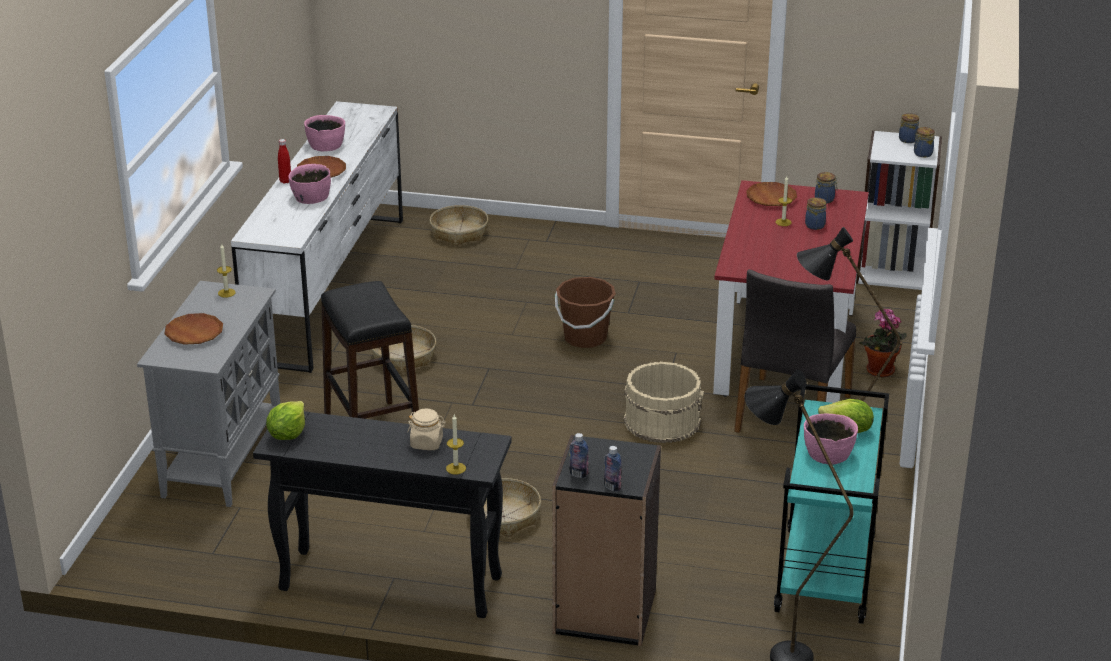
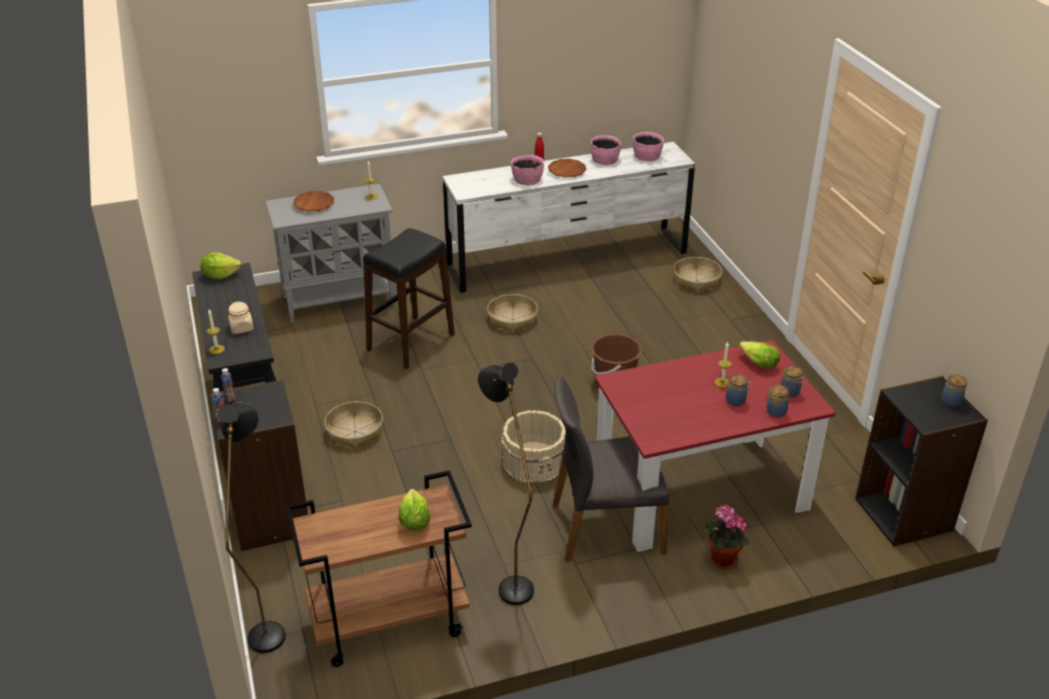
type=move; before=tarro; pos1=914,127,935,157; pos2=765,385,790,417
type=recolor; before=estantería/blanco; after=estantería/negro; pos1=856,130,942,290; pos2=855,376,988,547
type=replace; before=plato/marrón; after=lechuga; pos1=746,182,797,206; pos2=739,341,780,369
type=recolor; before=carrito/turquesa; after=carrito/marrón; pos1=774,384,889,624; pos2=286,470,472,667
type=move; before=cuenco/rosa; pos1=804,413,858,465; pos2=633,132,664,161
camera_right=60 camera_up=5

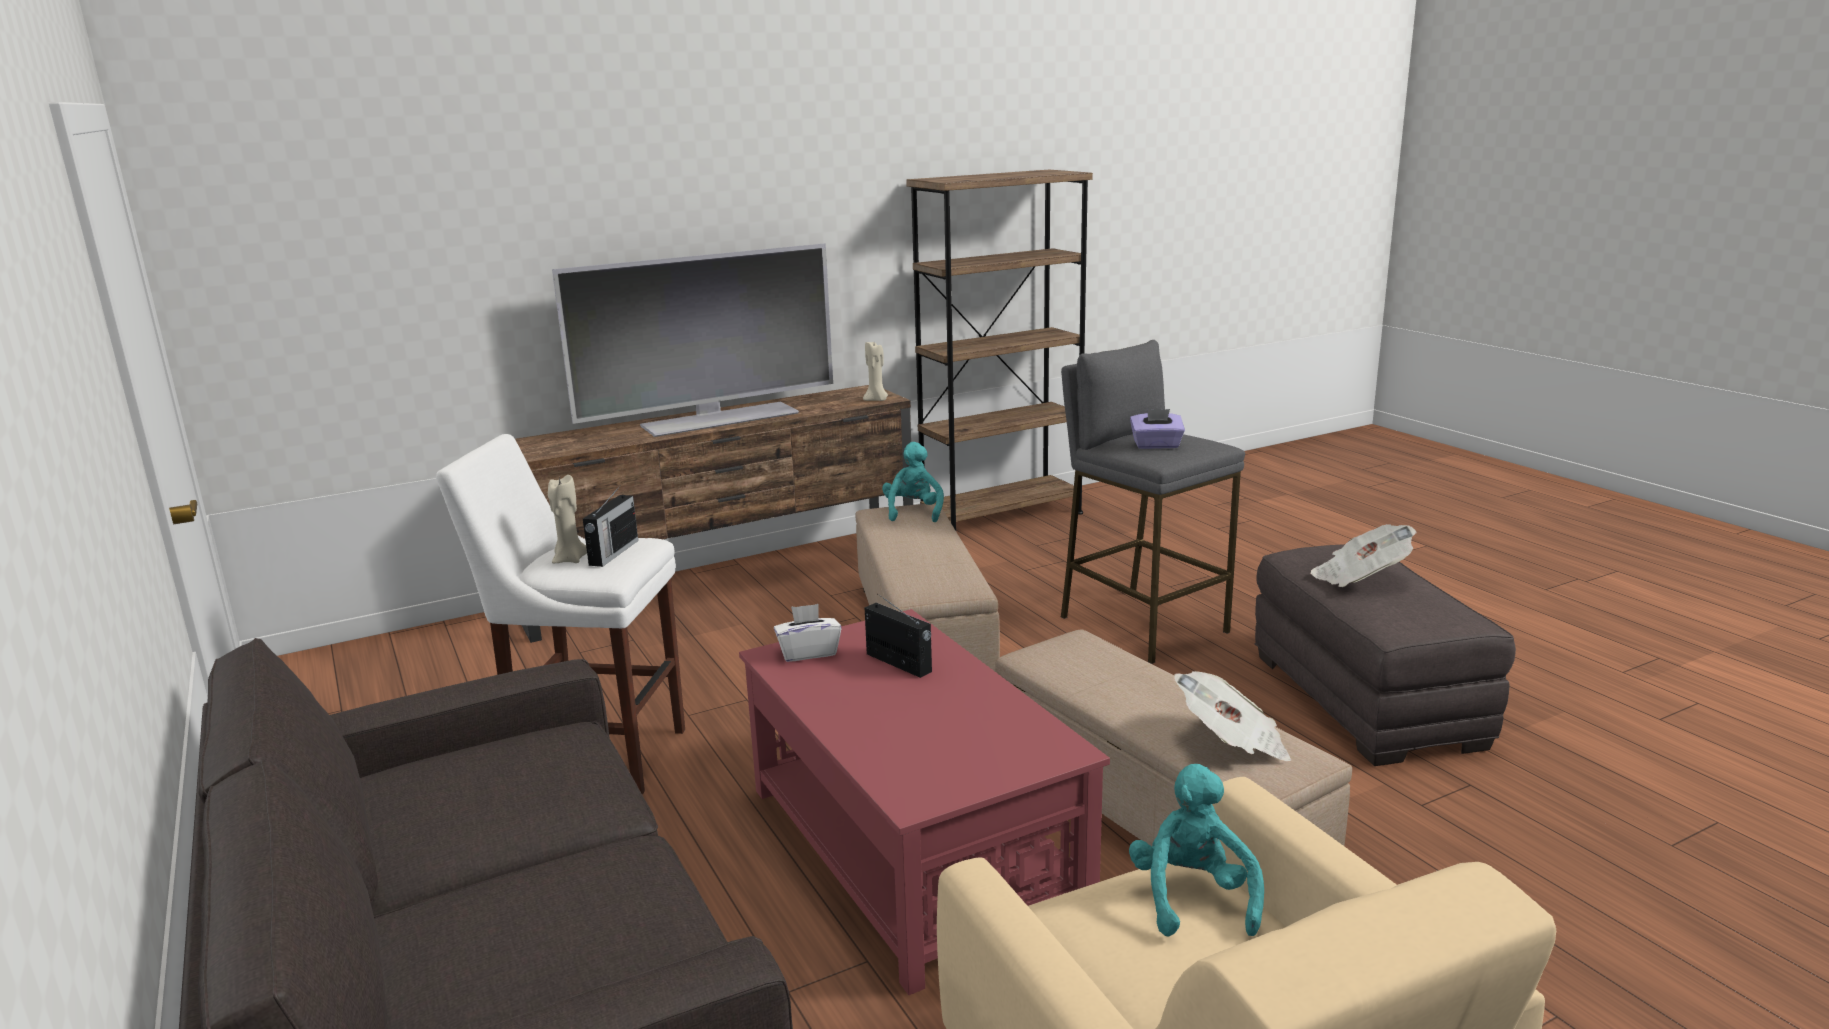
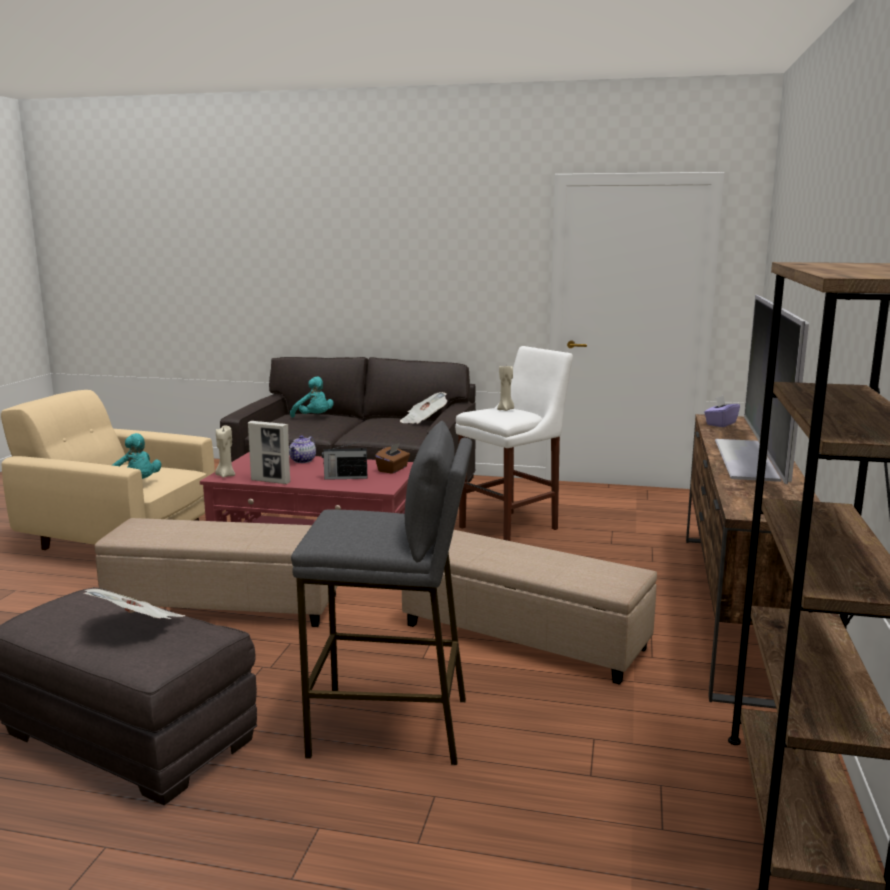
type=move; before=vela/beis; pos1=863,342,888,401; pos2=215,425,235,478
type=move; before=caja de pañuelos/morado; pos1=1130,409,1185,449; pos2=704,395,740,427
type=move; before=peluche/turquesa; pos1=882,442,944,522; pos2=290,376,333,418
type=delete; before=radio; pos1=583,485,638,567
type=recolor; before=caja de pañuelos/blanco; after=caja de pañuelos/marrón; pos1=774,604,841,662; pos2=375,443,410,474
type=move; before=periódico; pos1=1174,671,1291,761; pos2=400,392,447,424
type=insert; after=portarretratos; pos2=248,421,290,484
type=insert; after=tetera; pos2=289,435,316,463
camera_right=130 camera_up=-5

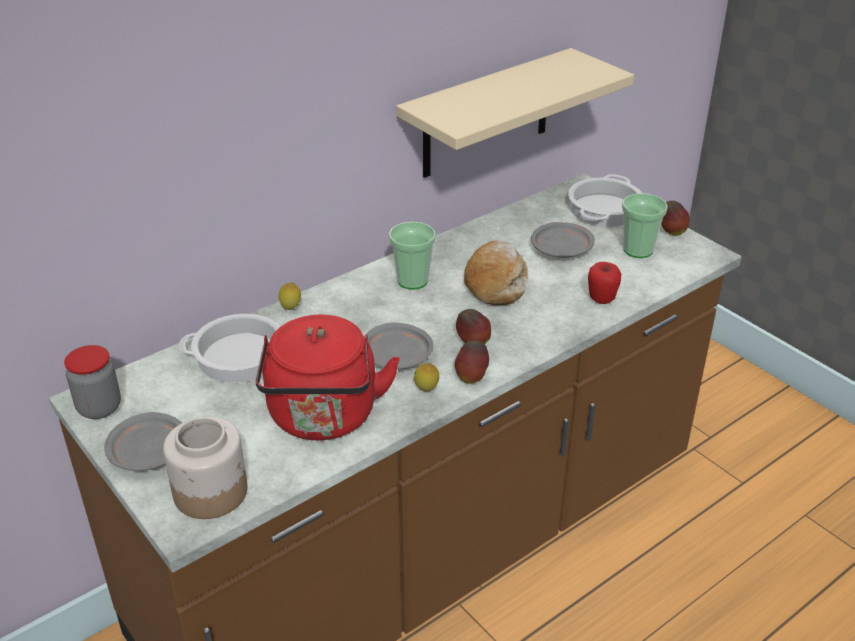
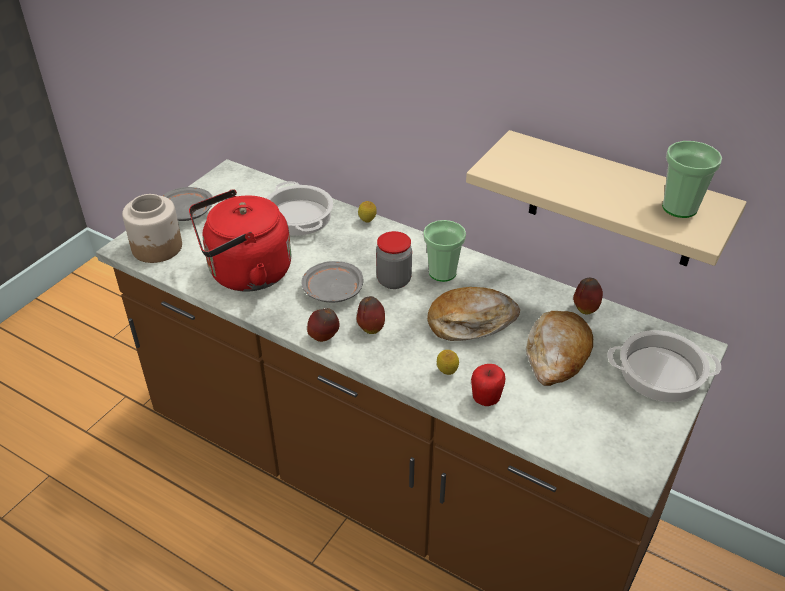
type=move; before=taza; pos1=622,193,668,258; pos2=662,141,722,218
type=move; before=manzana; pos1=661,201,690,236; pos2=573,278,603,315
type=replace; before=plato/gris; after=pan; pos1=531,222,595,258; pos2=526,311,593,386
type=move; before=tarro; pos1=64,345,121,419; pos2=376,231,412,289
type=move; before=limón; pos1=414,363,439,392; pos2=437,350,459,375
camera_right=70 camera_up=5

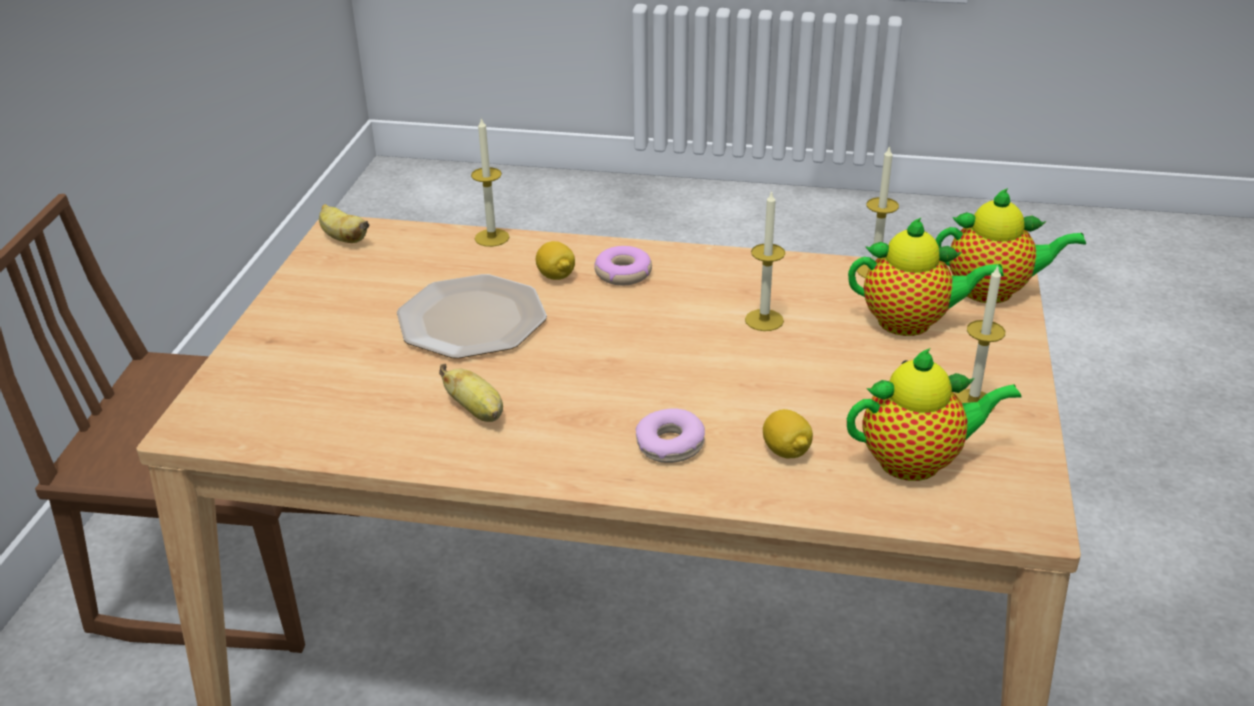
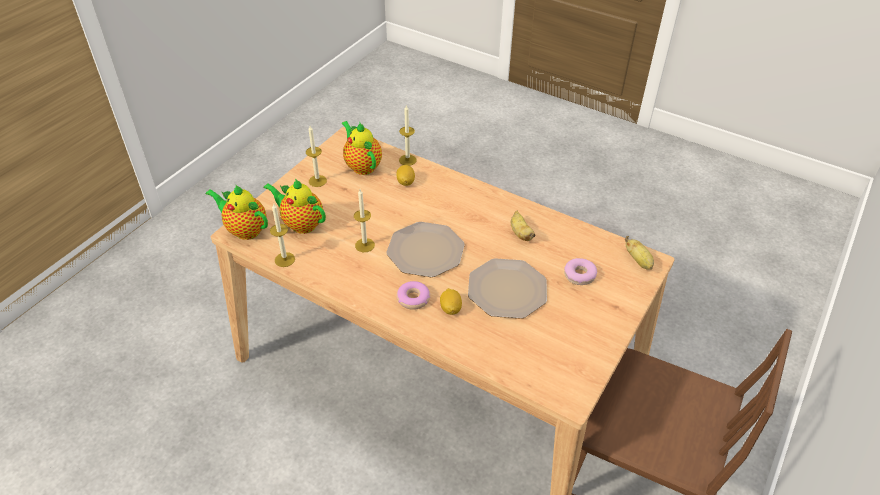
type=move; before=vela; pos1=471,117,509,247; pos2=399,106,417,166
type=move; before=plátano; pos1=319,204,369,243; pos2=625,236,654,270
type=rotate; before=tetera; pos1=847,348,1022,481; pos2=342,121,382,175; turn=45
type=move; before=rosquilla; pos1=636,408,705,463; pos2=564,258,597,285
type=insert; after=plato; pos2=386,222,465,277
camera_right=-160 camera_up=10

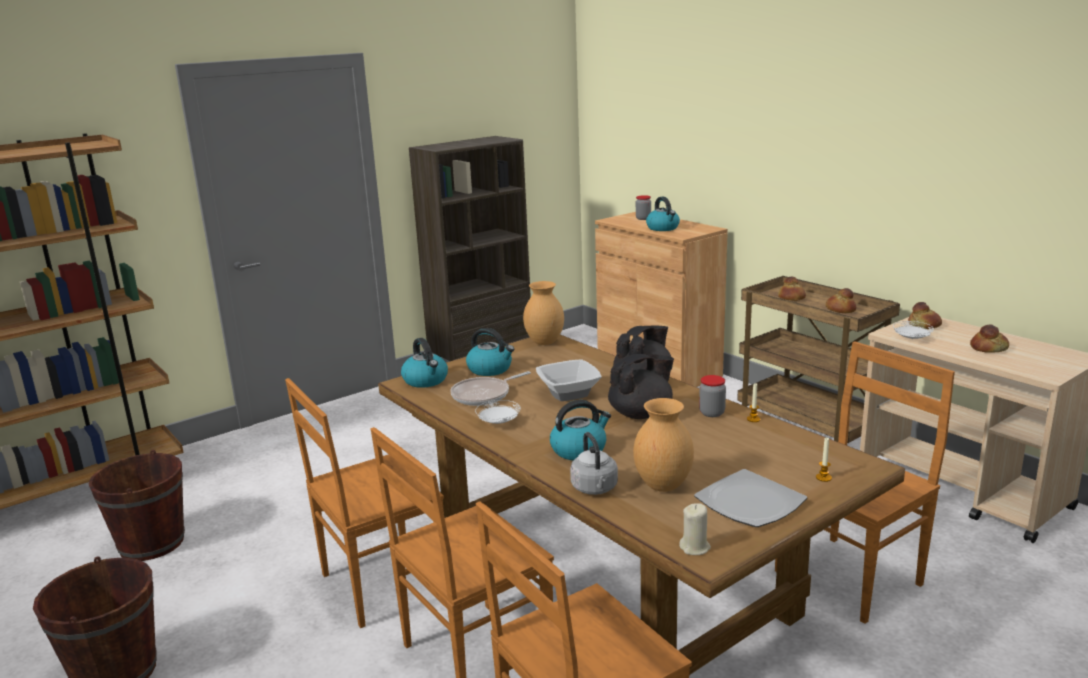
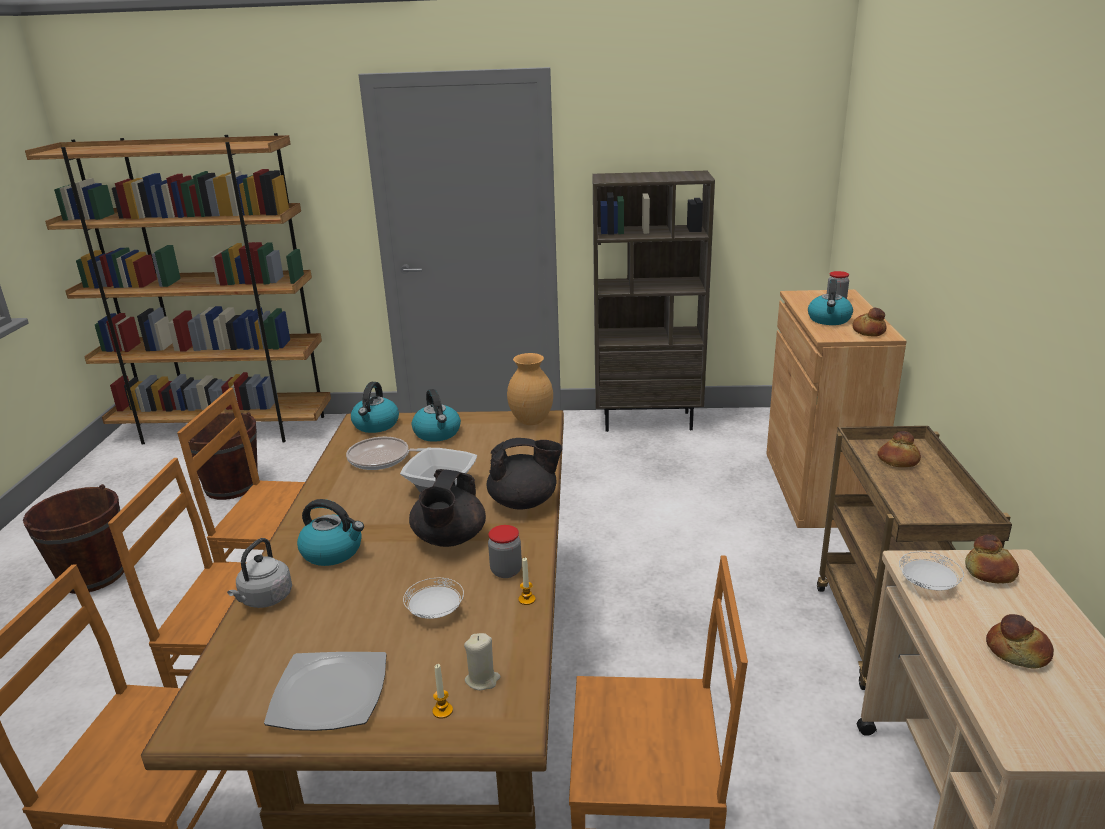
type=move; before=pan; pos1=826,288,856,313; pos2=852,308,887,336
type=rotate; before=tetera/negro; pos1=608,354,674,419; pos2=409,469,486,547; turn=90
type=delete; before=florero/marrón; pos1=633,398,694,492
type=move; before=plato/blanco; pos1=475,400,521,424; pos2=403,578,464,619
type=move; before=vela/beis; pos1=679,503,711,555; pos2=464,633,501,690
camera_right=40 camera_up=5

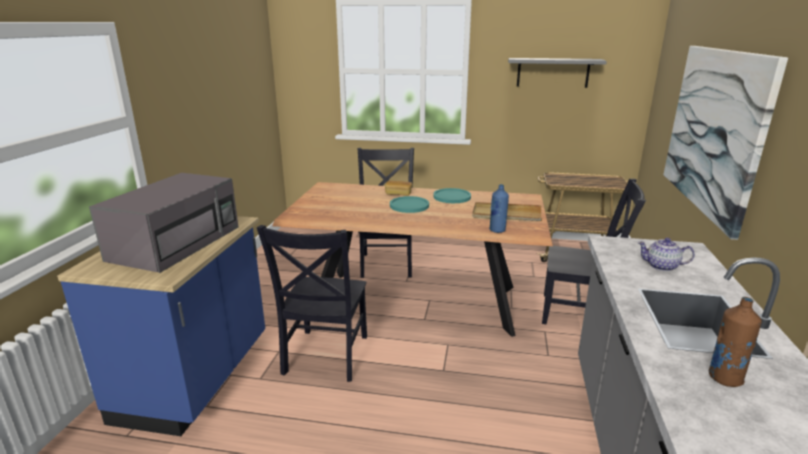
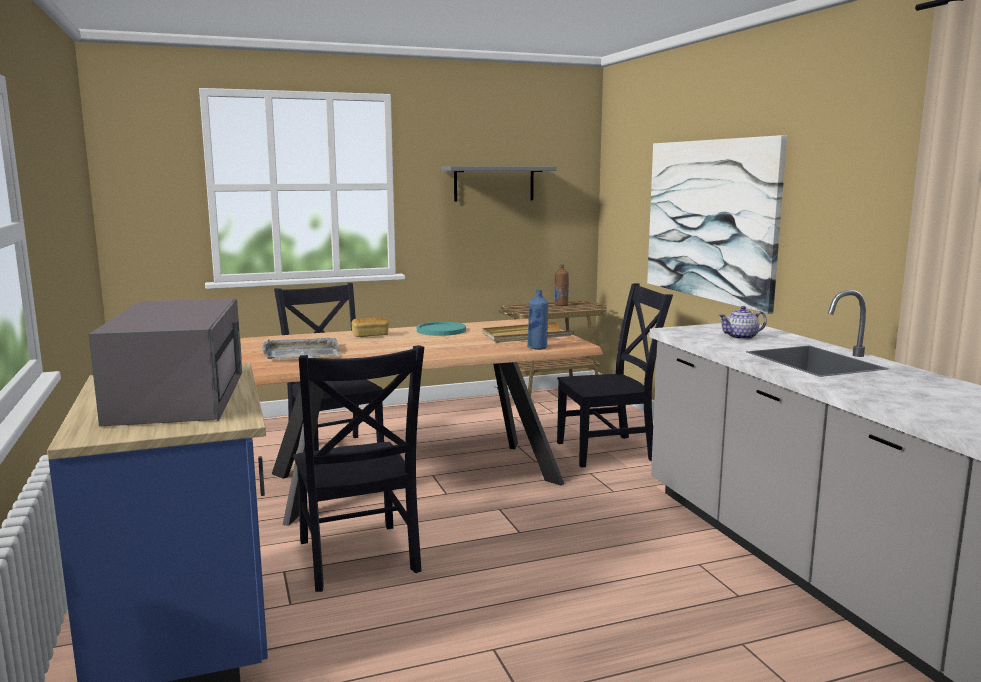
type=delete; before=plato/turquesa; pos1=390,196,429,213
type=move; before=botella/marrón; pos1=709,297,762,387; pos2=555,264,569,306
type=insert; after=bandeja/gris; pos2=262,338,340,359
camera_right=-30 camera_up=-10

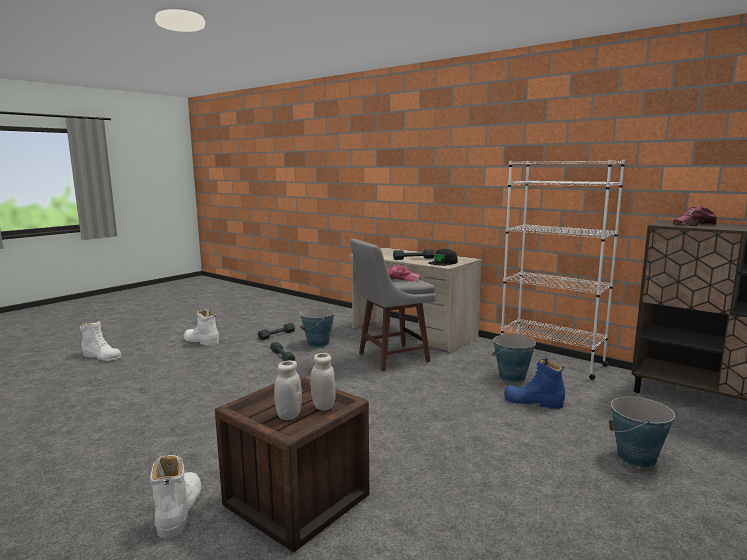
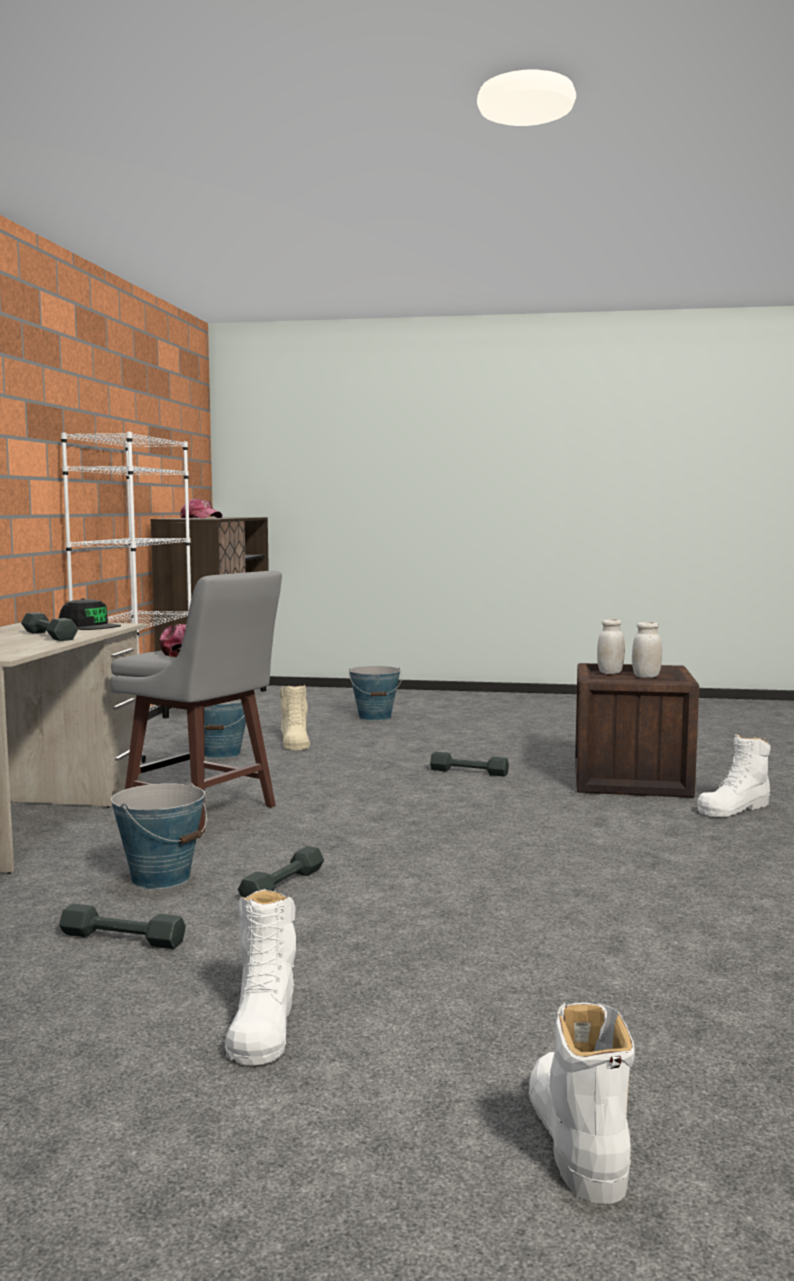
type=recolor; before=bota/azul; after=bota/beis; pos1=504,359,565,409; pos2=279,685,310,750
type=insert; after=mancuerna/gris; pos2=430,752,509,776
camera_right=-120 camera_up=-5

